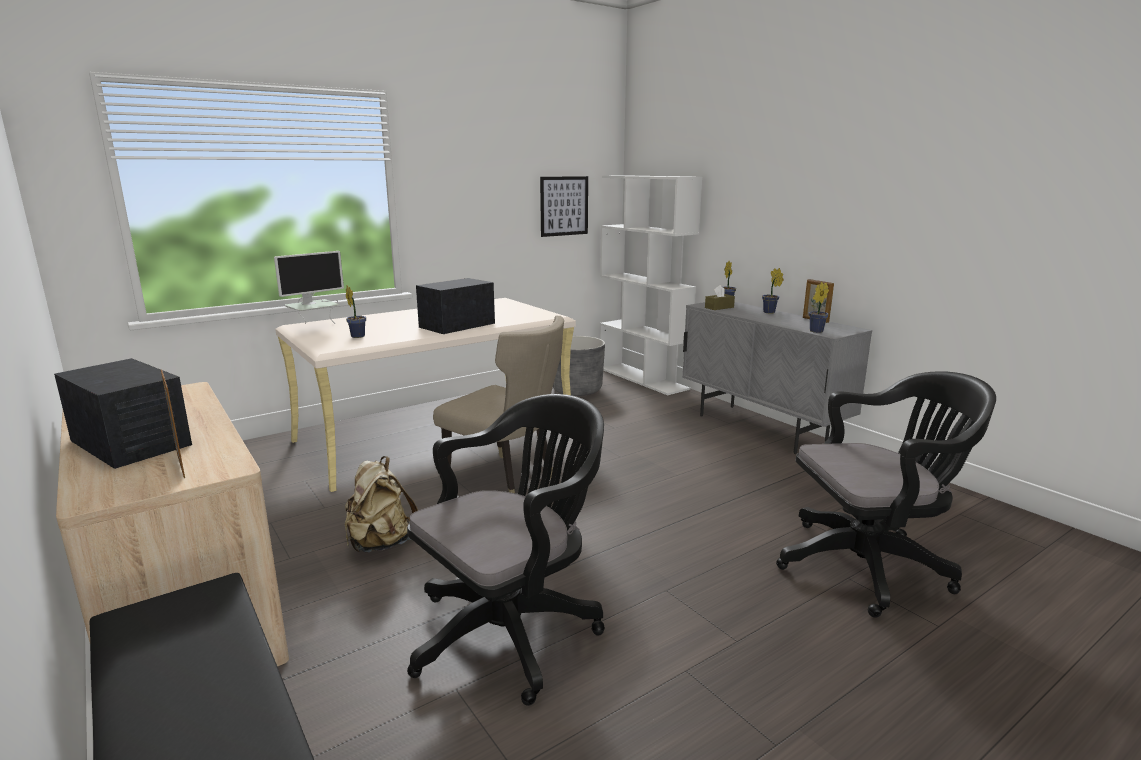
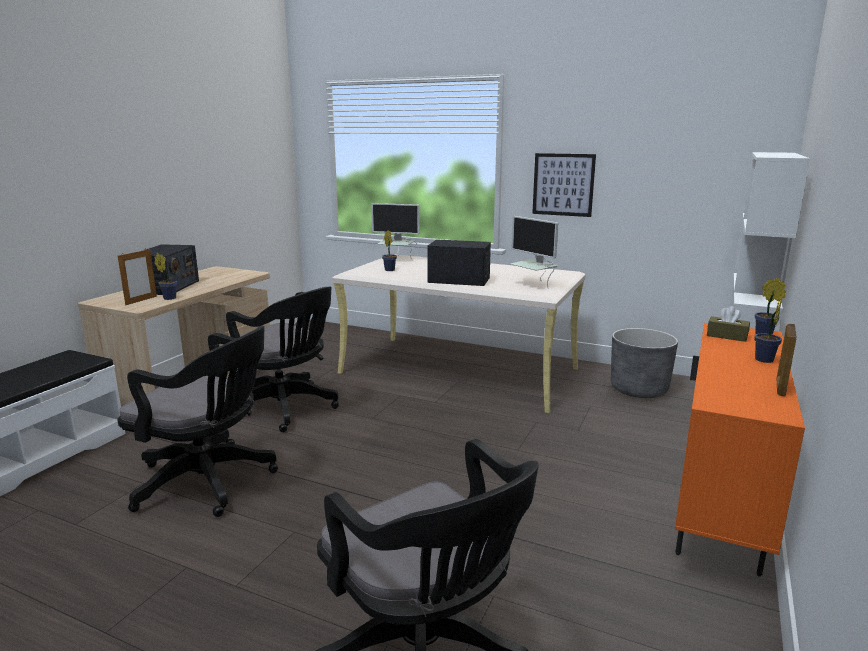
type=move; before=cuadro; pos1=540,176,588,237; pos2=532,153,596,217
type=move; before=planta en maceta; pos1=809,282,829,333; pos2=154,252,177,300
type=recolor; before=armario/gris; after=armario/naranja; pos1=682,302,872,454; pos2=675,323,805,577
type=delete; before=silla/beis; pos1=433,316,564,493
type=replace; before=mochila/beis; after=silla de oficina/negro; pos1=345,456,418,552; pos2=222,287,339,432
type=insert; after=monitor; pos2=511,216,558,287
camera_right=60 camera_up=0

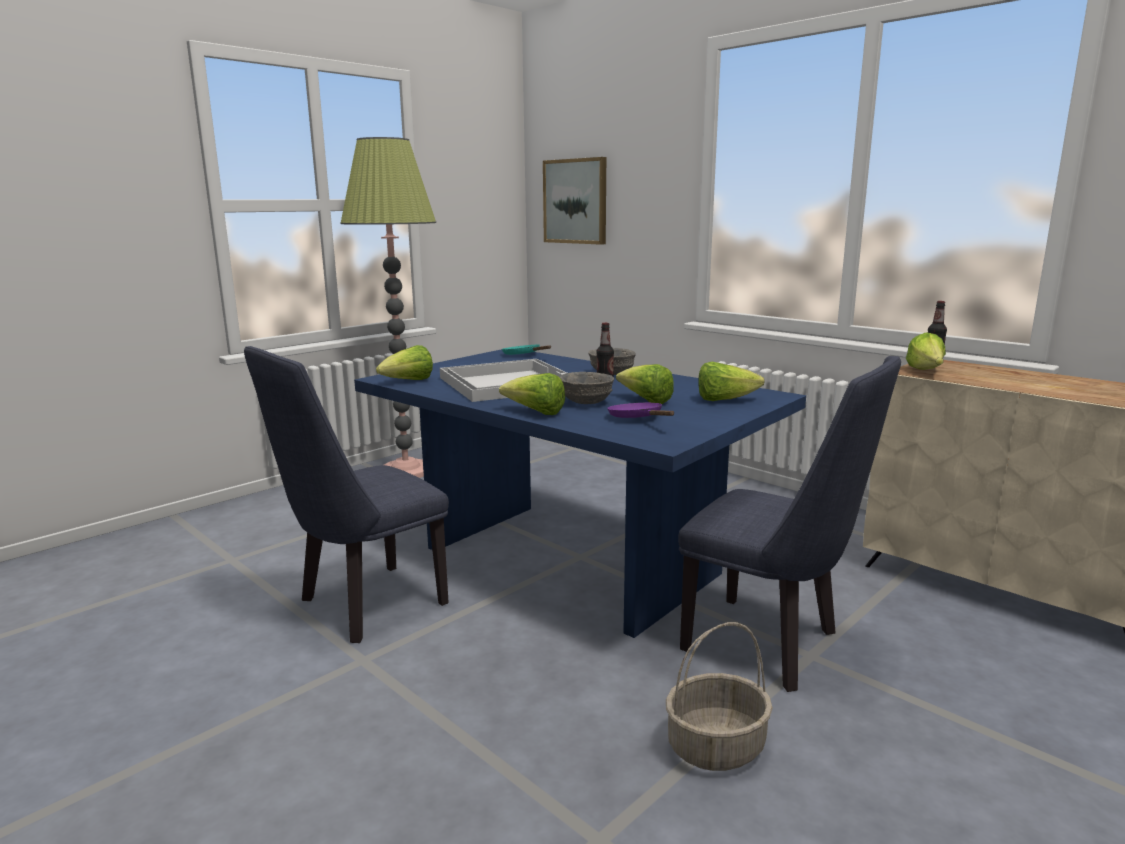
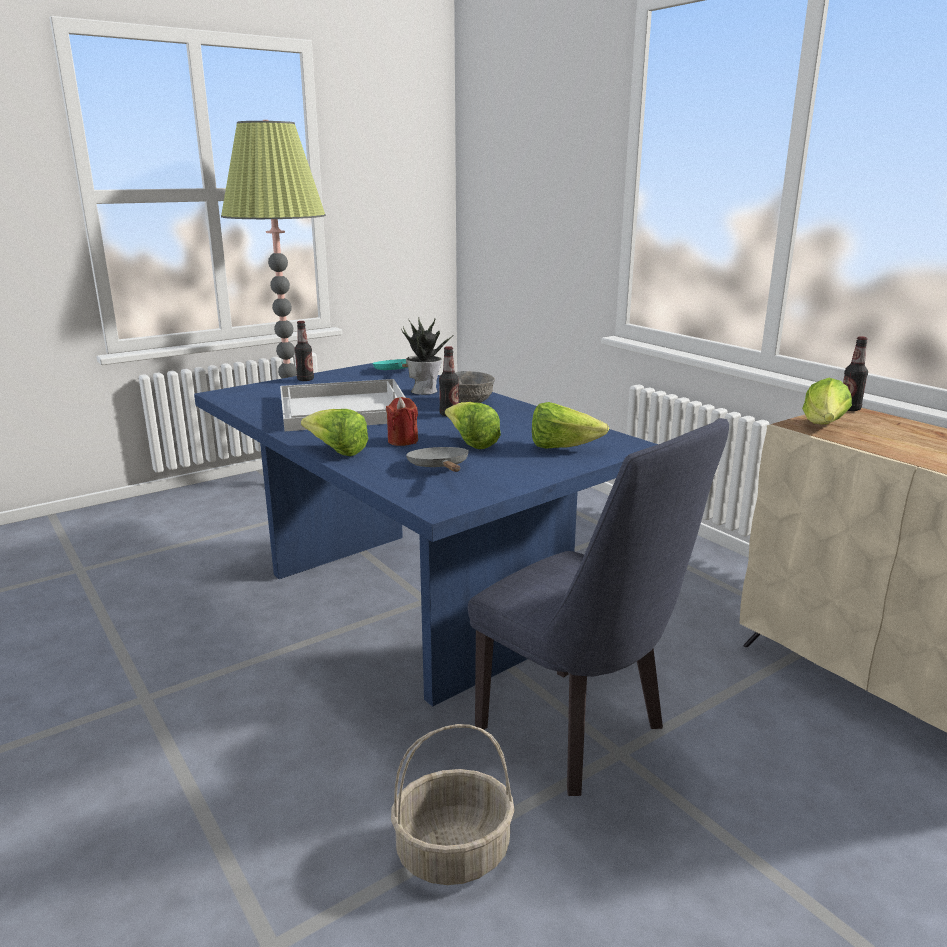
type=delete; before=cuadro; pos1=543,157,606,245
type=delete; before=lechuga; pos1=376,345,433,380
type=delete; before=silla/azul; pos1=244,346,449,643
type=replace; before=cuenco/gris; after=vela/rojo; pos1=560,372,614,404; pos2=386,397,418,446
type=recolor; before=sartén/morado; after=sartén/gris; pos1=607,403,674,418; pos2=406,447,469,472
type=insert; after=planta en maceta; pos2=401,318,454,395
type=insert; after=botella; pos2=294,321,314,381
camera_right=10 camera_up=5

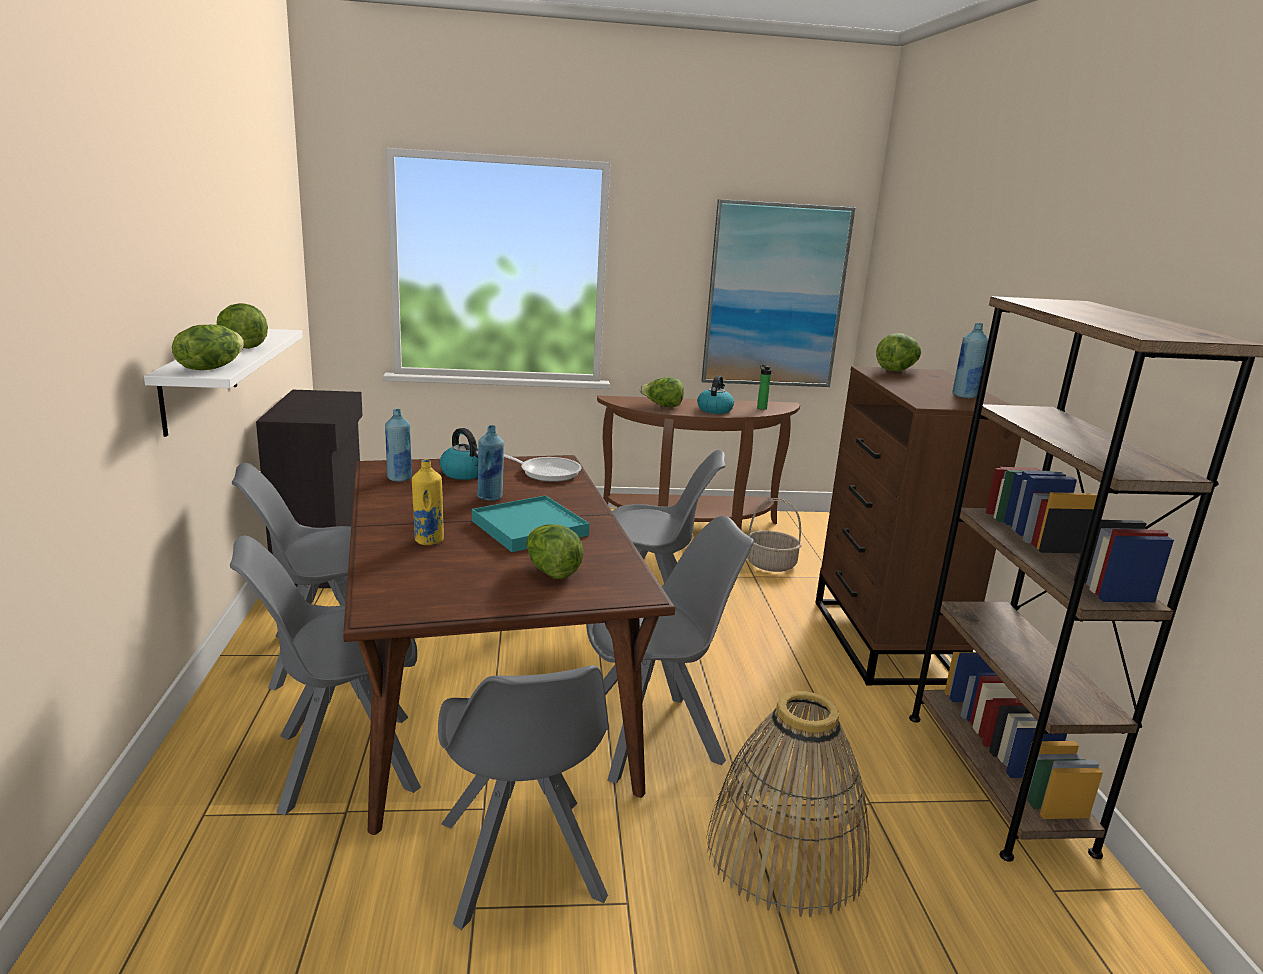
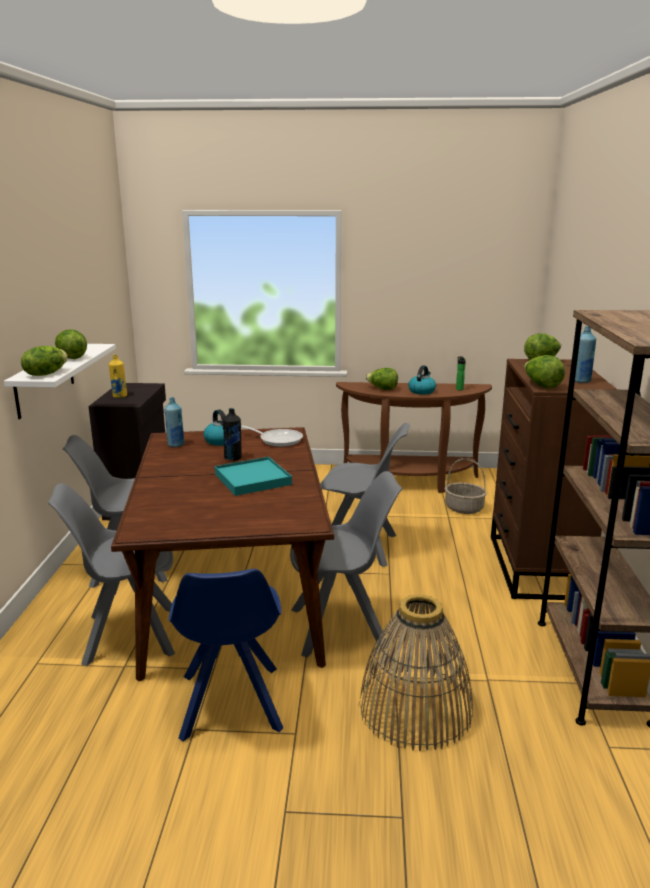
type=delete; before=cuadro; pos1=702,199,855,387
type=recolor; before=botella/azul; after=botella/negro; pos1=477,425,504,501; pos2=223,408,242,461
type=move; before=botella/amarillo; pos1=412,459,444,545; pos2=109,355,127,398
type=move; before=lechuga; pos1=526,524,584,579; pos2=524,355,565,388
type=recolor; before=silla/gris; after=silla/azul; pos1=438,665,609,930; pos2=169,569,283,742
camera_right=10 camera_up=0

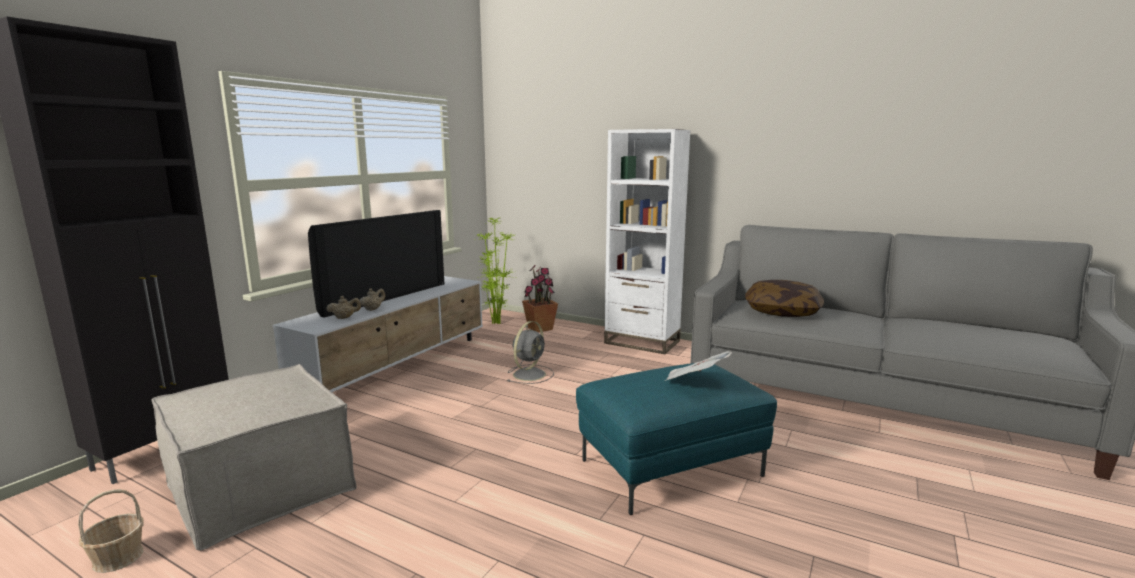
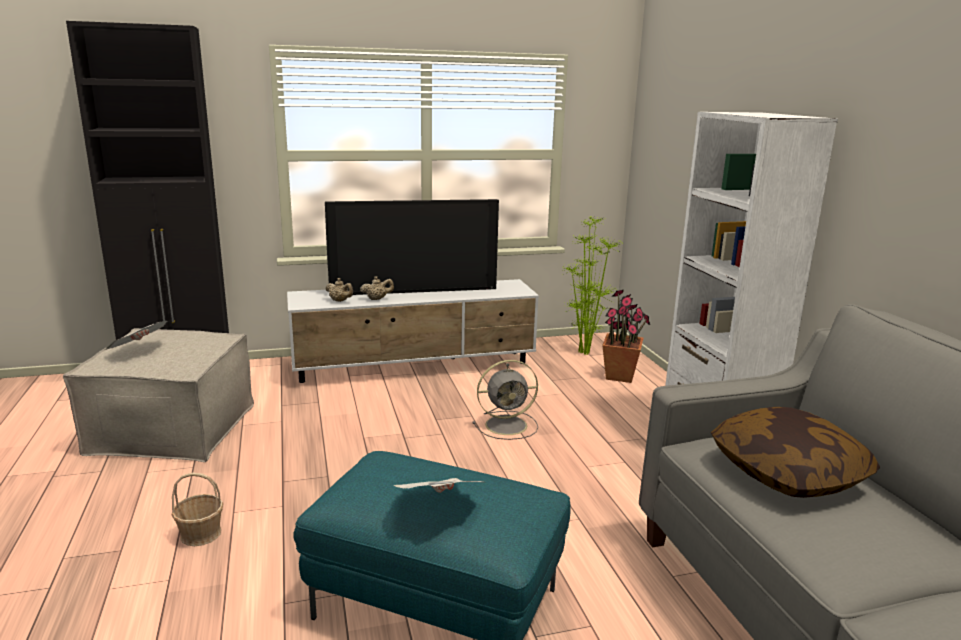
type=move; before=cesta; pos1=78,489,144,573; pos2=172,473,223,546
type=insert; after=periódico; pos2=105,321,167,350
camera_right=45 camera_up=5

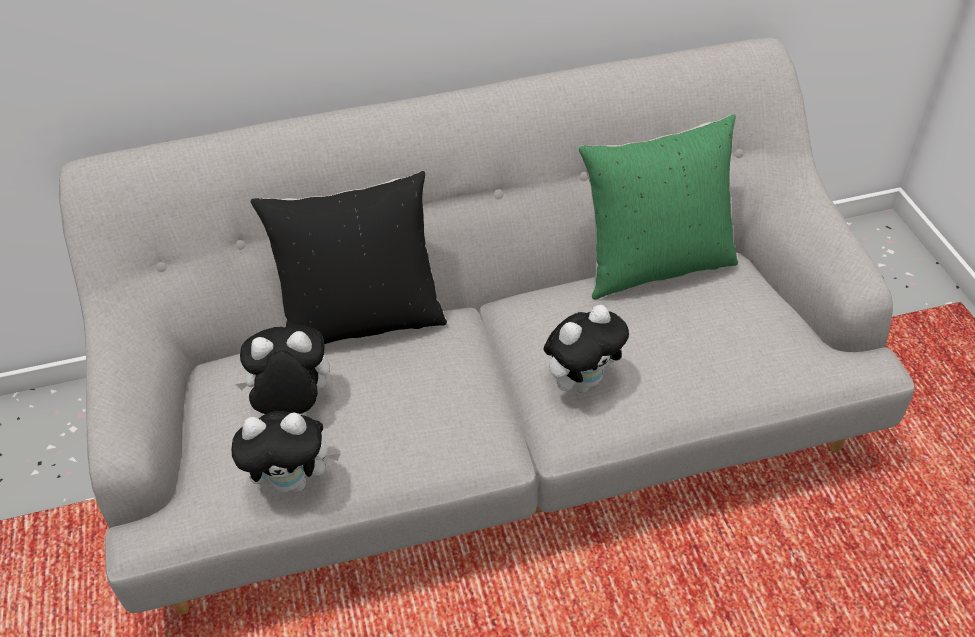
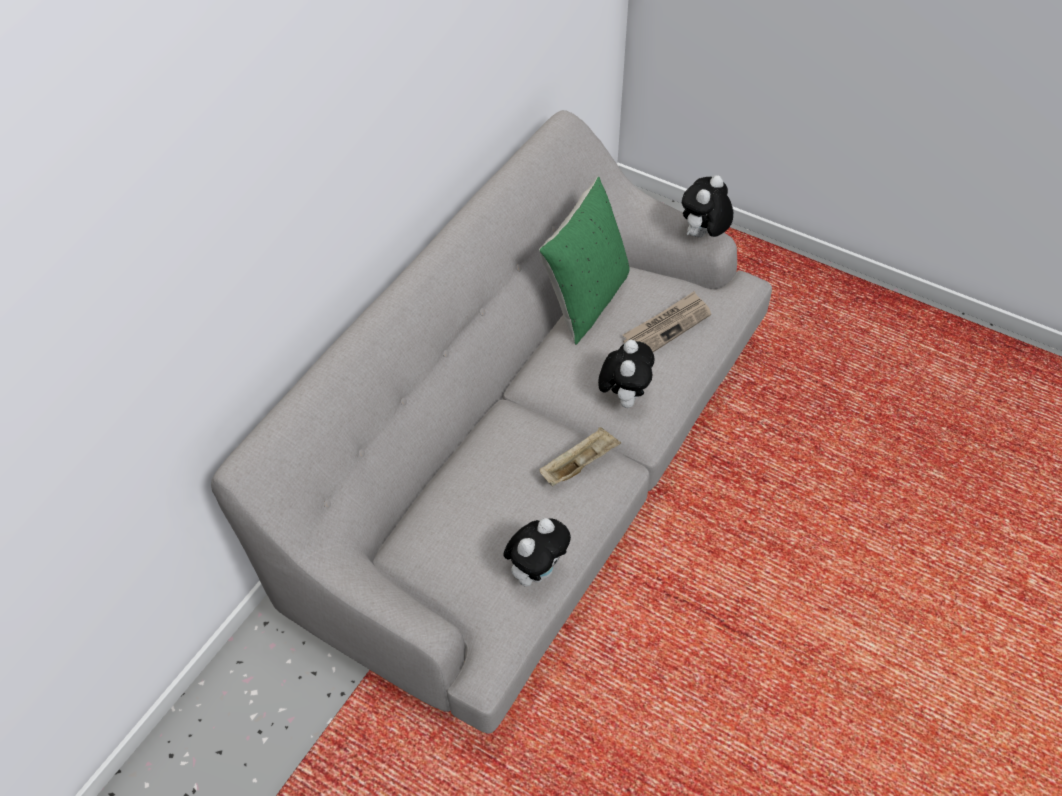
type=delete; before=cojín/negro; pos1=251,171,447,344
type=move; before=peluche; pos1=236,325,330,414; pos2=682,175,734,238
type=insert; after=periódico; pos2=623,291,711,352
type=insert; after=bandeja/beis; pos2=540,427,621,486
camera_right=-45 camera_up=5

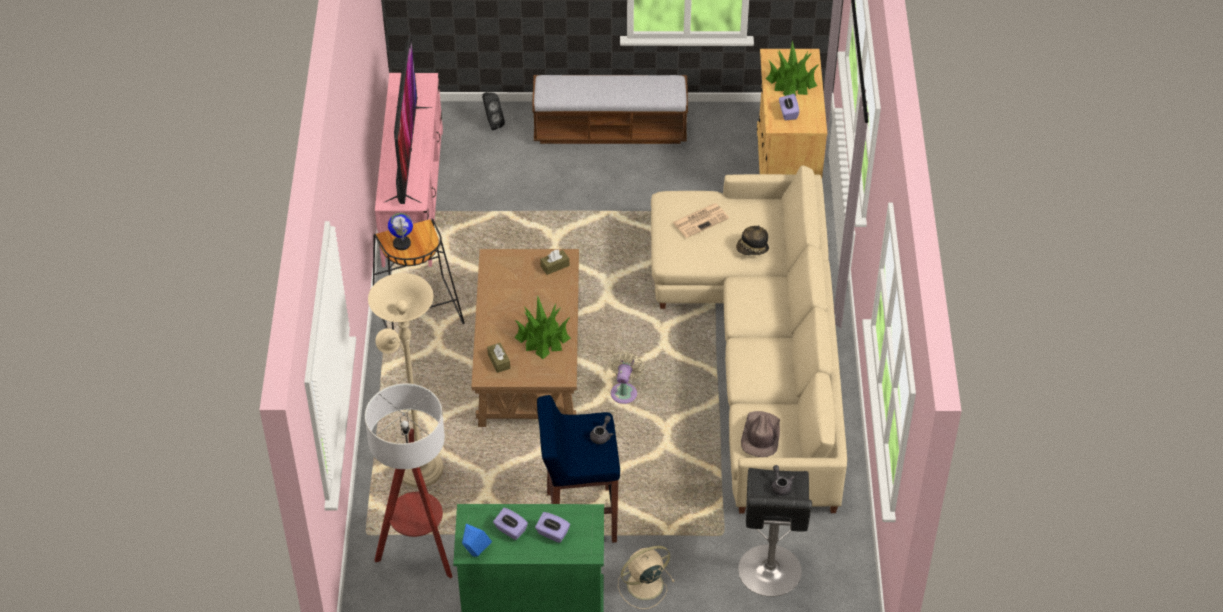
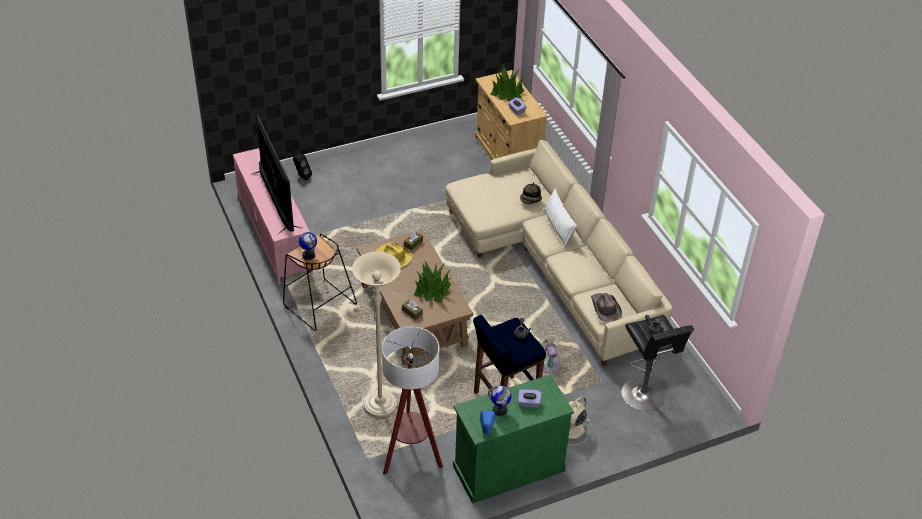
type=delete; before=banco; pos1=532,75,688,144
type=delete; before=periódico; pos1=672,203,729,238
type=move; before=ventilador/beis; pos1=608,351,644,404; pos2=538,334,562,373
type=replace; before=caja de pañuelos/morado; after=globo terráqueo; pos1=493,508,528,540; pos2=488,386,512,416
type=insert; after=cojín/blanco; pos2=544,188,577,248
type=insert; after=sombrero/amarillo; pos2=375,242,413,267
camera_right=-25 camera_up=-5

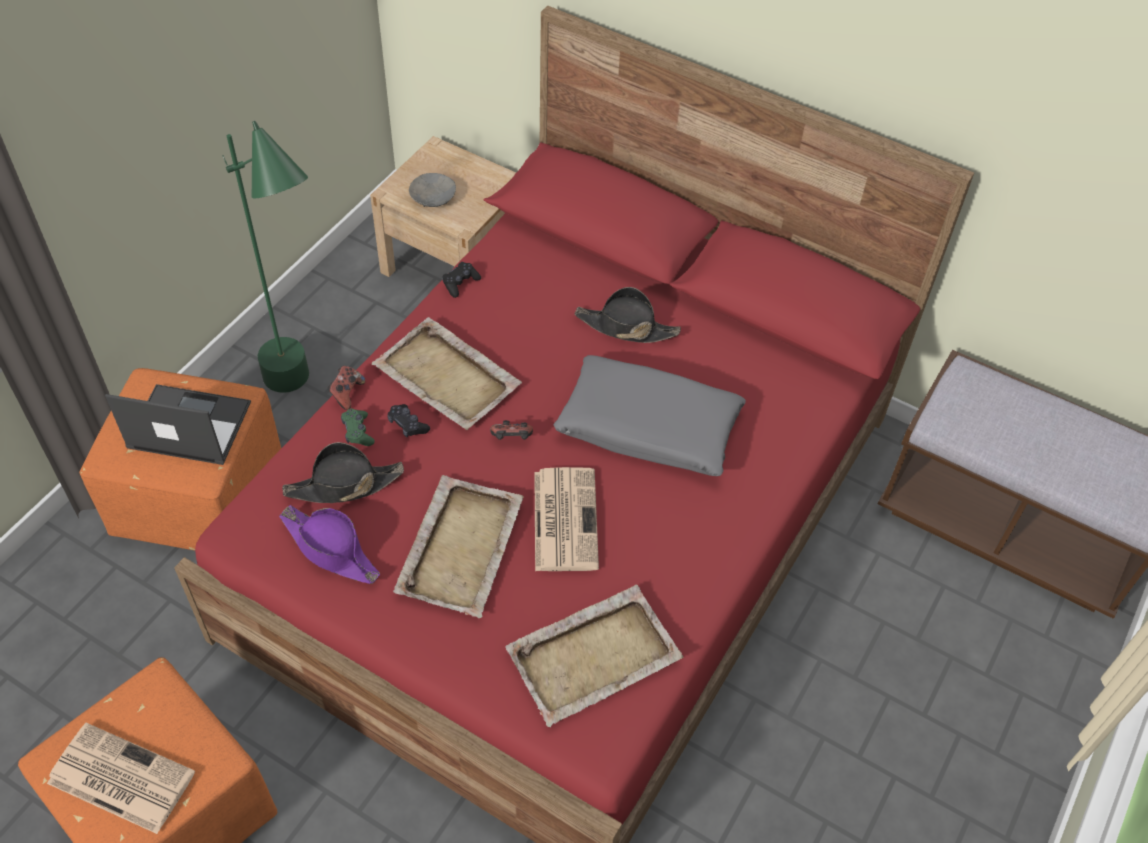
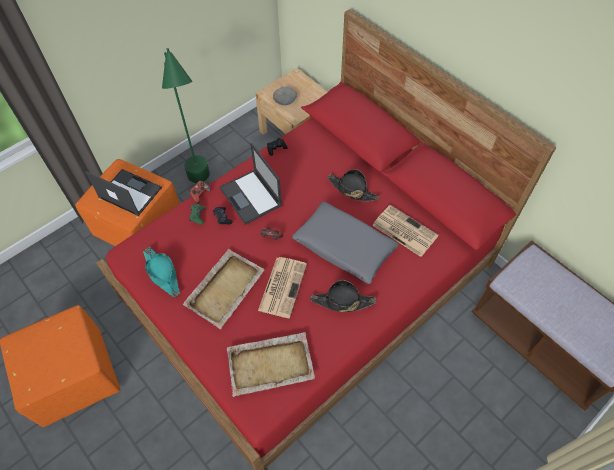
type=replace; before=bandeja/beis; after=portátil; pos1=372,317,522,430; pos2=220,143,282,225
type=move; before=sombrero/negro; pos1=282,442,404,503; pos2=310,280,376,312
type=recolor; before=sombrero/morado; after=sombrero/turquesa; pos1=279,505,380,584; pos2=143,247,180,297
type=move; before=periódico; pos1=47,723,195,834; pos2=372,205,439,257
camera_right=20 camera_up=5

